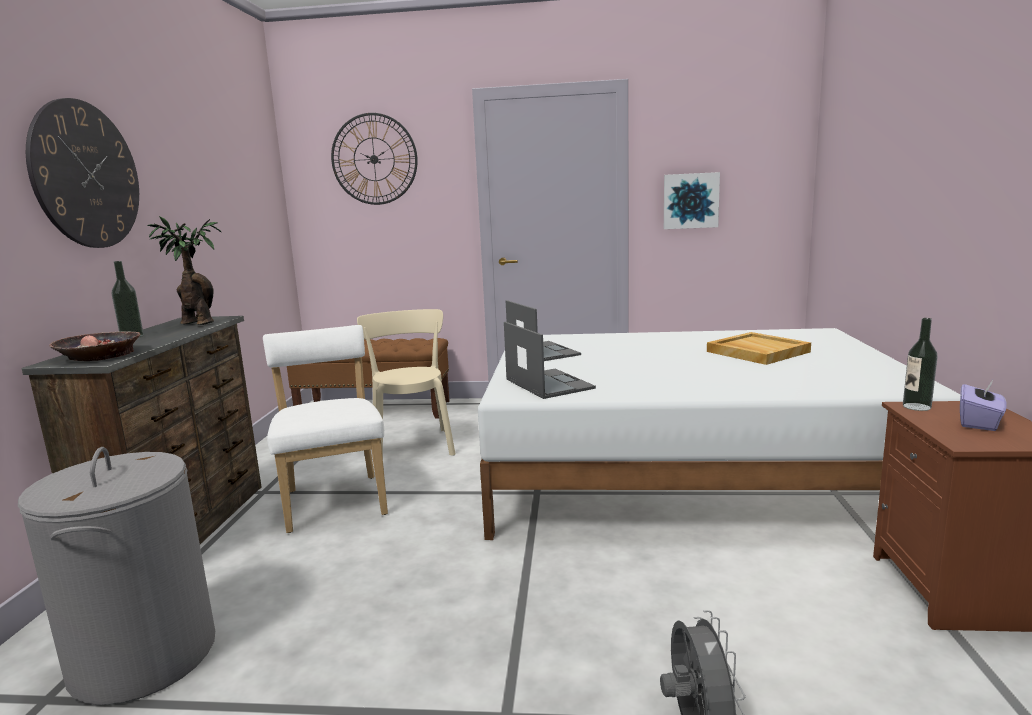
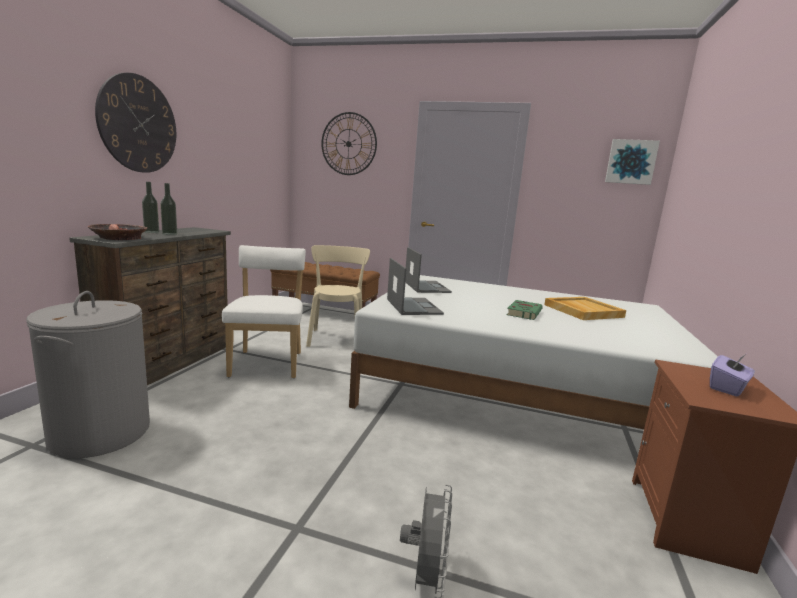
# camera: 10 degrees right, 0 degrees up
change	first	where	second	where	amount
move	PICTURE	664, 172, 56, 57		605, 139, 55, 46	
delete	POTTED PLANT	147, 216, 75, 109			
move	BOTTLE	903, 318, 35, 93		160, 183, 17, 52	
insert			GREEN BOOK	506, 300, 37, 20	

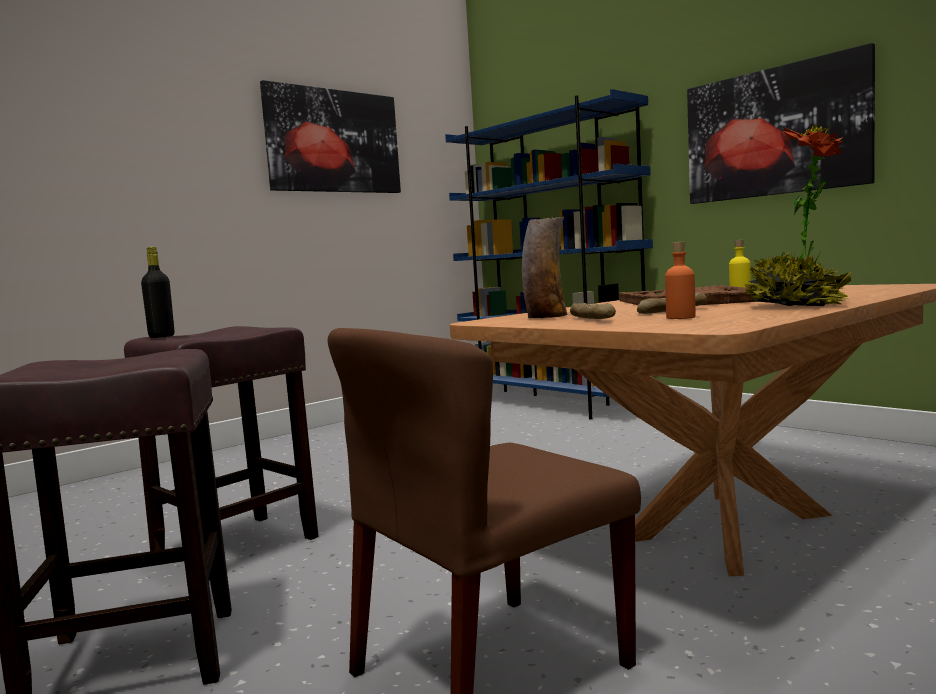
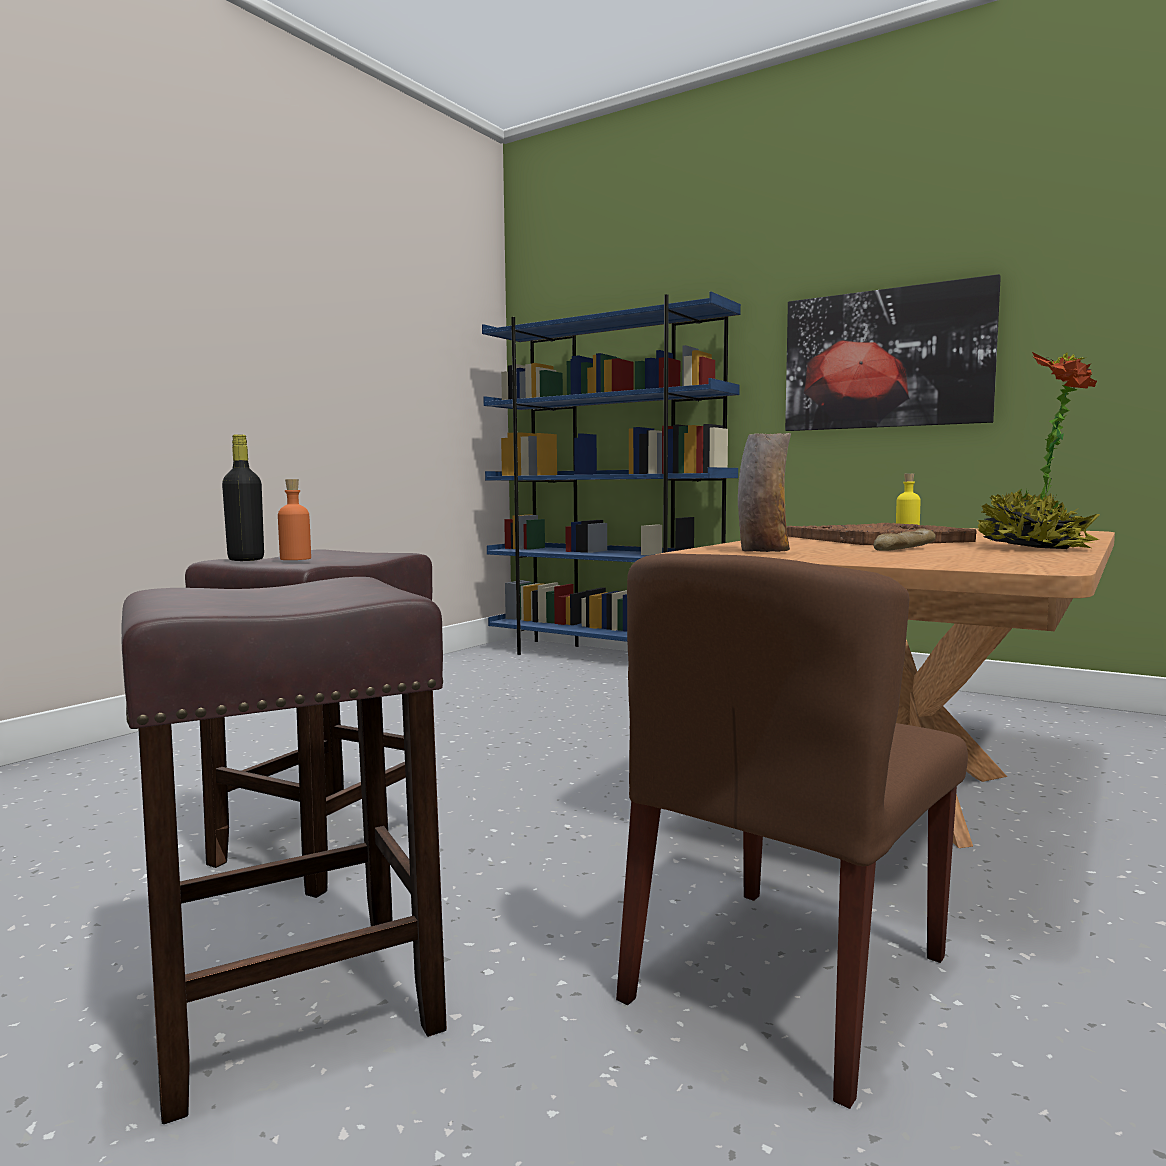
# camera: 15 degrees left, 0 degrees up
change	first	where	second	where	amount
delete	PICTURE	260, 80, 141, 113			
move	ORANGE BOTTLE	665, 242, 31, 77		278, 479, 33, 81	
delete	BREAD	570, 303, 46, 16			

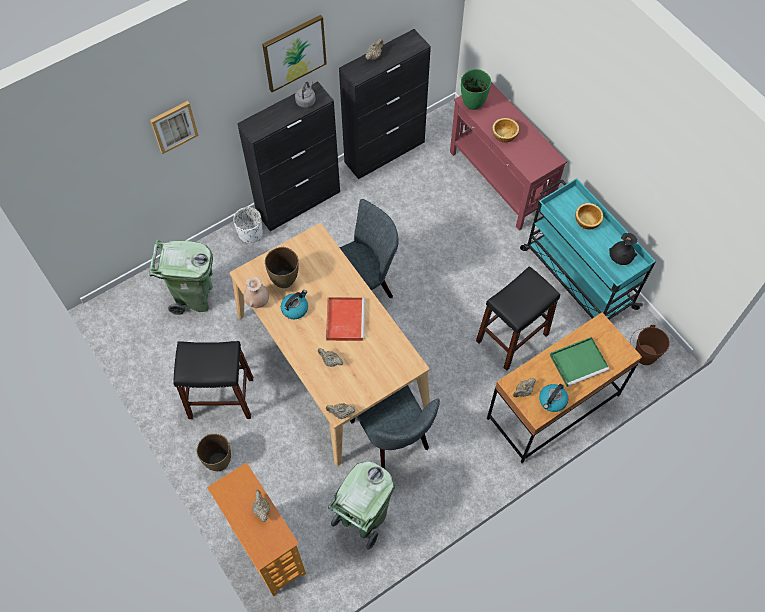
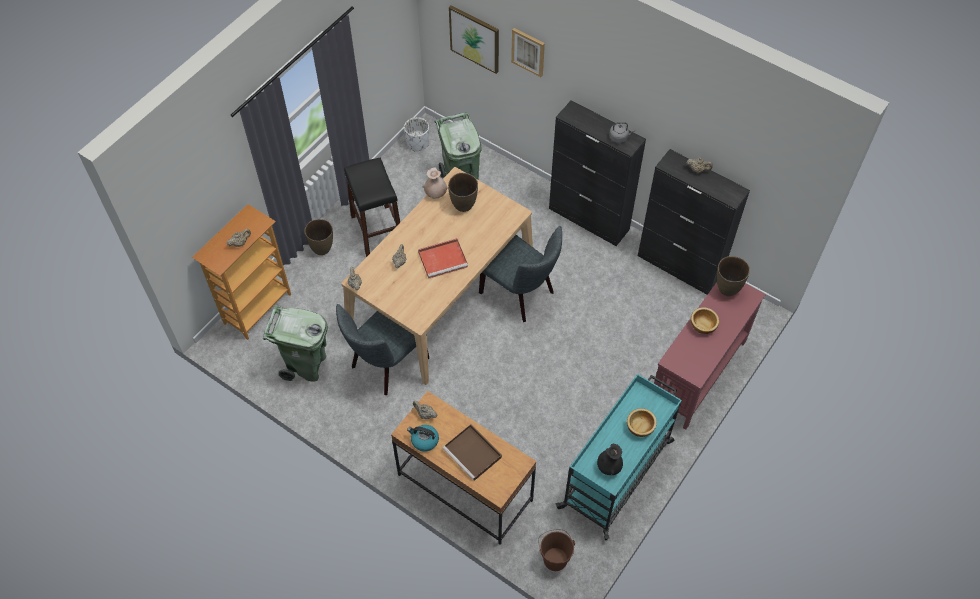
# camera: 70 degrees right, 5 degrees down
change	first	where	second	where	amount
move	PICTURE	262, 15, 65, 77		449, 5, 50, 69	
recolor	GREEN VASE	461, 69, 30, 41	BROWN VASE	717, 256, 33, 40	
move	WHITE PLANTER	233, 207, 30, 36		404, 117, 25, 35	
delete	BLACK STOOL	476, 266, 84, 105			
delete	KETTLE	281, 290, 27, 29			
recolor	GREEN TRAY	550, 337, 60, 50	BROWN TRAY	442, 424, 60, 57	

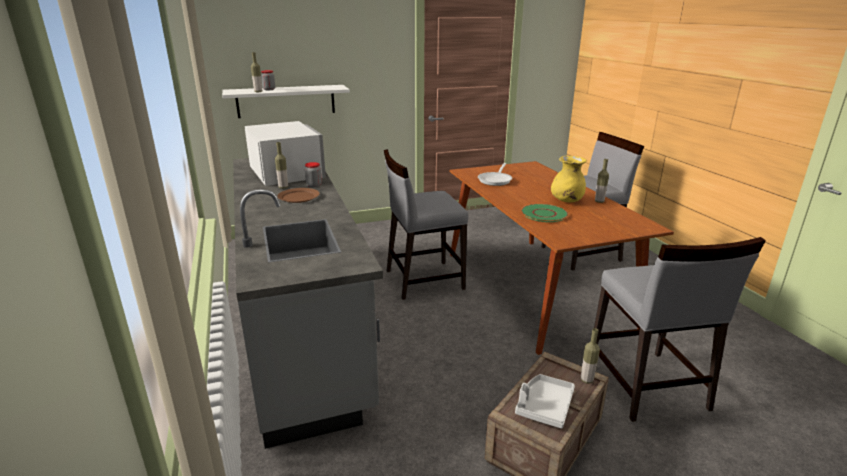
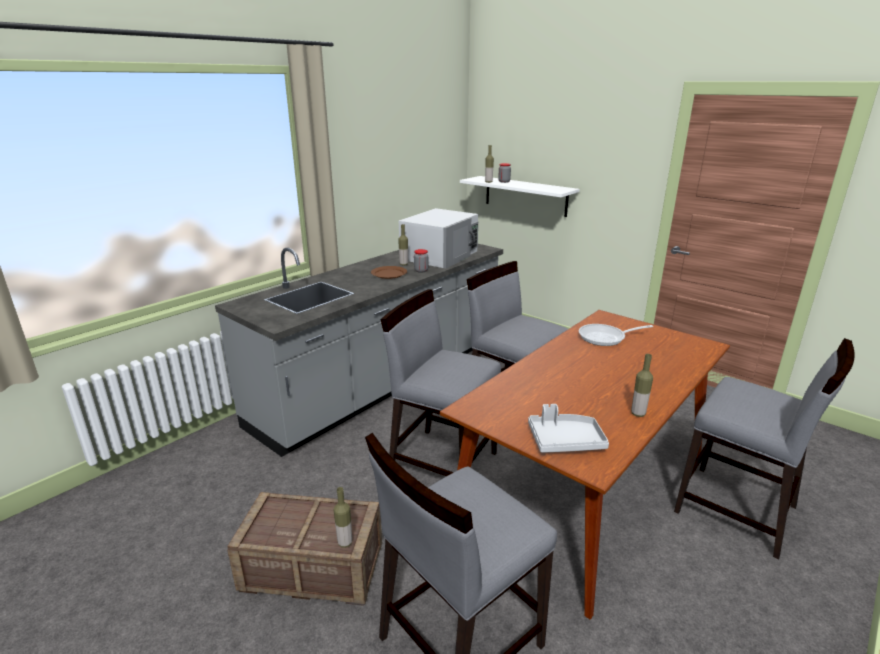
# camera: 60 degrees right, 0 degrees up
change	first	where	second	where	amount
delete	YELLOW VASE	551, 156, 36, 46			
delete	GREEN PLATE	521, 204, 48, 18			
move	GREY TRAY	515, 374, 60, 55		528, 404, 81, 49	
insert			GREY CHAIR	381, 289, 120, 187	

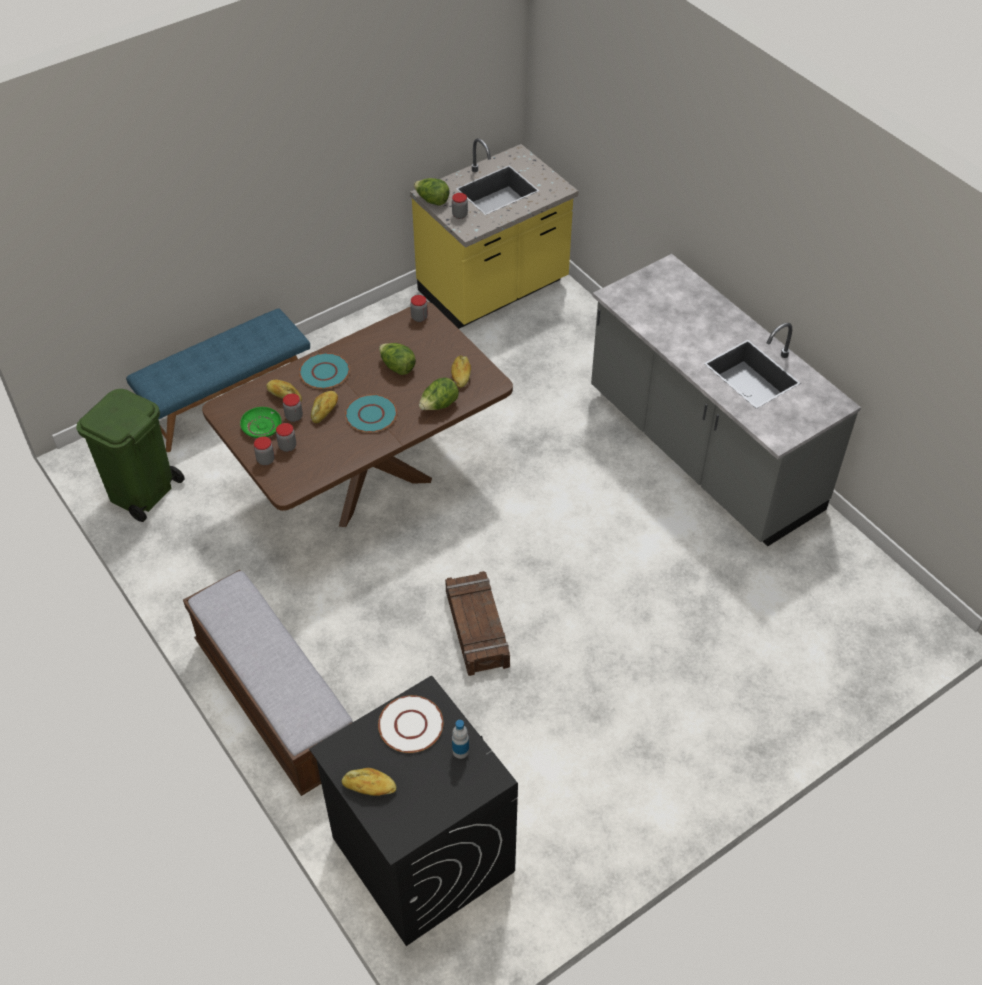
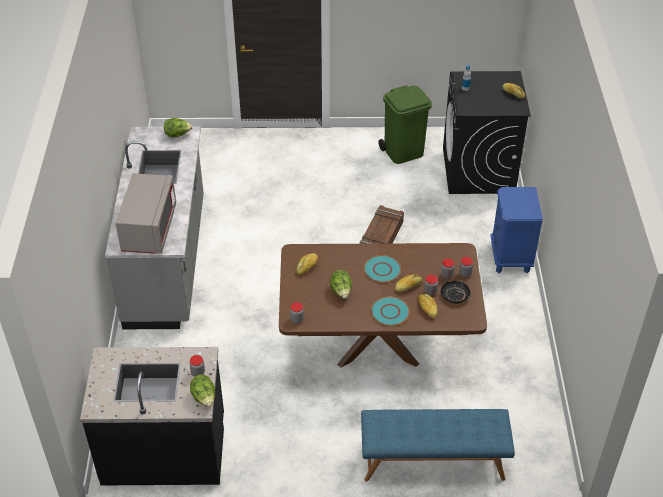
# camera: 145 degrees left, 5 degrees down
change	first	where	second	where	amount
recolor	YELLOW COUNTER	410, 138, 169, 191	BLACK COUNTER	80, 347, 144, 138	
move	LETTUCE	419, 378, 40, 32		164, 118, 29, 19	
move	GREEN TRASH CAN	76, 389, 109, 133		379, 86, 53, 78	
recolor	GREEN PLATE	240, 407, 42, 31	BLACK PLATE	441, 281, 29, 22	
replace	BENCH	183, 570, 170, 226	BLUE NIGHTSTAND	491, 187, 52, 86	
delete	WHITE PLATE	378, 695, 65, 58			
insert			GREY MICROWAVE	115, 173, 61, 81	

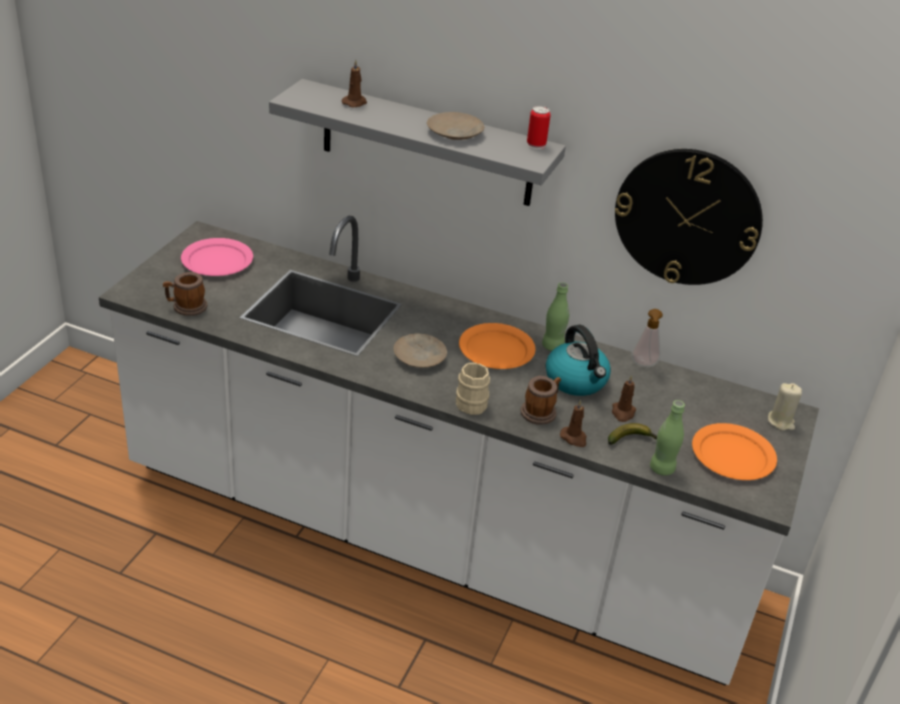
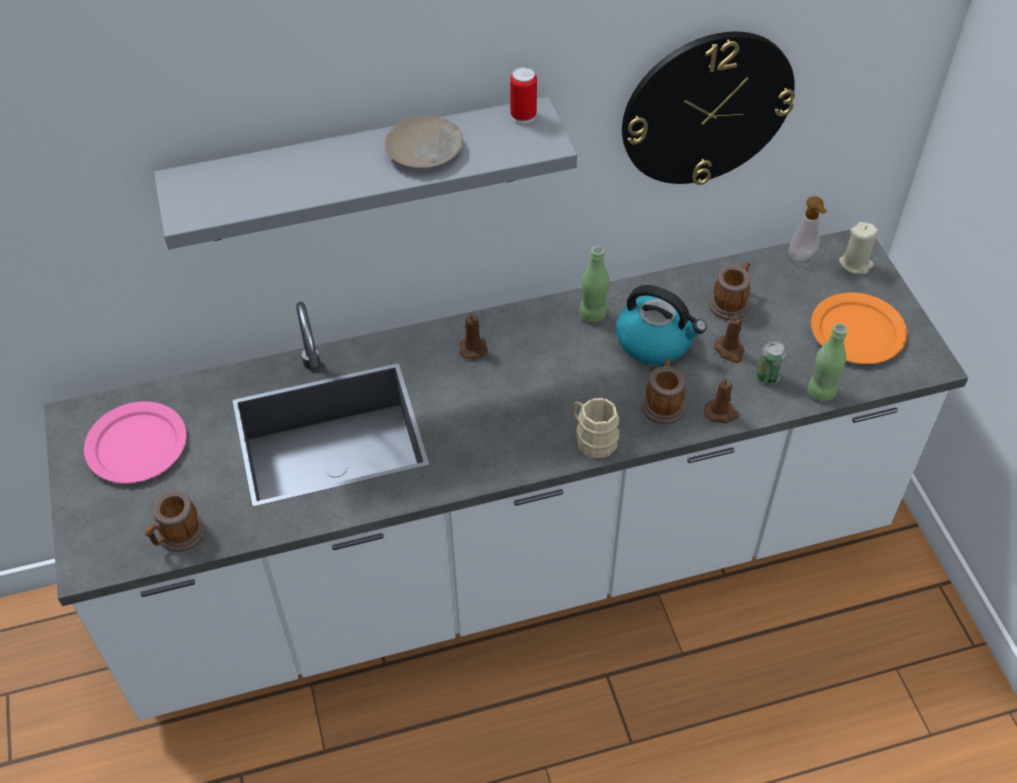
# camera: 35 degrees left, 15 degrees up
change	first	where	second	where	amount
move	BROWN CANDLE	342, 60, 25, 48		459, 311, 28, 48	
move	SOAP DISPENSER	631, 309, 32, 58		789, 196, 38, 65	
delete	ORANGE PLATE	459, 323, 76, 46			
delete	BEIGE PLATE	394, 333, 53, 35			
replace	BANANA	608, 423, 49, 22	CAN	757, 341, 29, 43	
insert			MUG	709, 262, 42, 58	

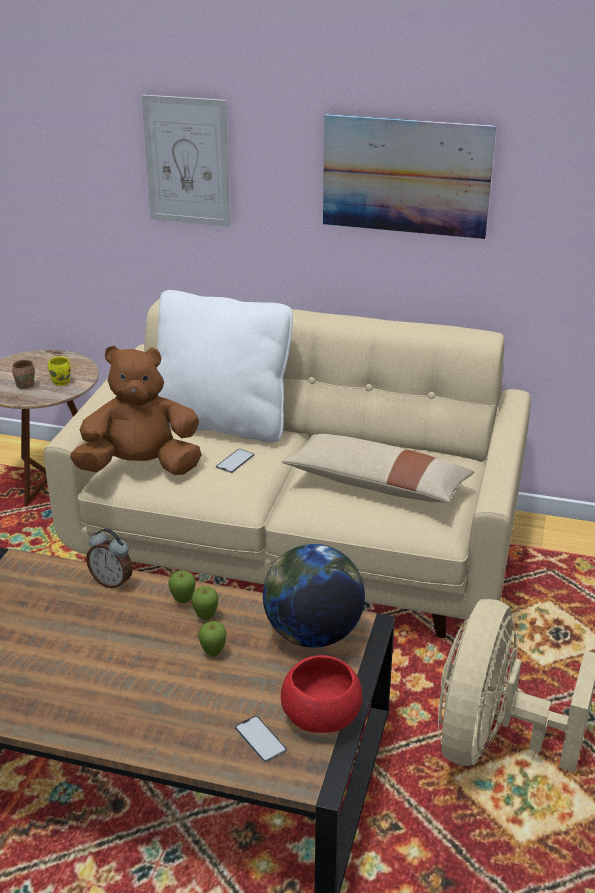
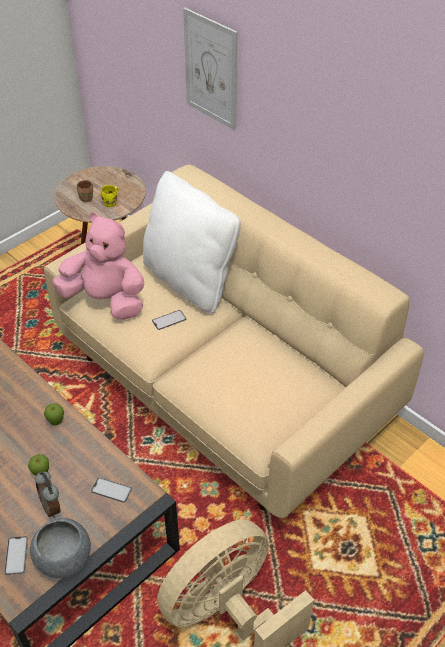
# camera: 30 degrees right, 15 degrees up
change	first	where	second	where	amount
delete	PICTURE	323, 114, 173, 125			
recolor	BROWN PLUSH TOY	70, 346, 132, 129	PINK PLUSH TOY	52, 213, 93, 107	
delete	BEIGE PILLOW	281, 434, 194, 69			
move	ALARM CLOCK	86, 528, 47, 61		35, 471, 25, 46	
replace	GLOBE	263, 544, 102, 104	PHONE	91, 477, 41, 26	
delete	APPLE	191, 586, 27, 34			
recolor	RED BOWL	281, 655, 82, 78	GREY BOWL	30, 518, 61, 60	

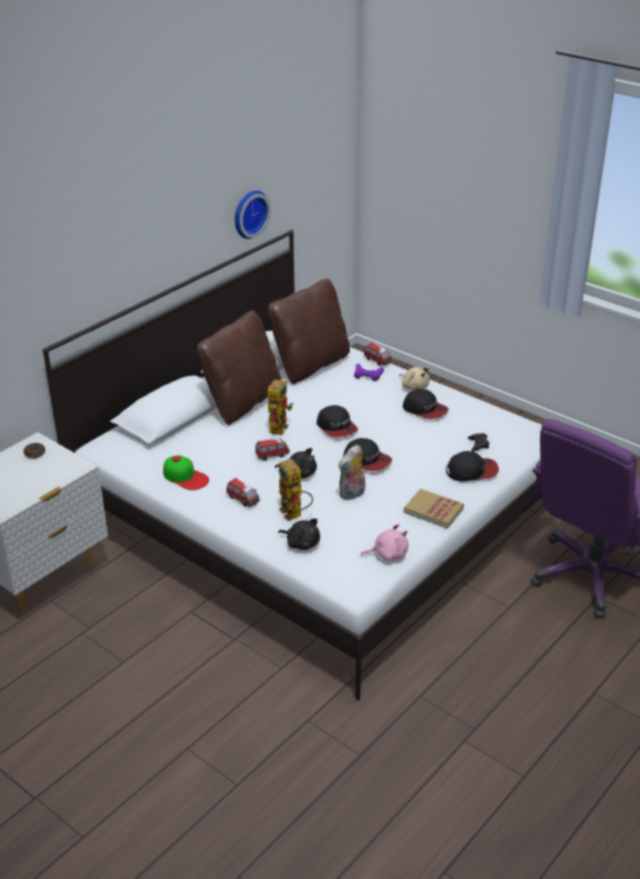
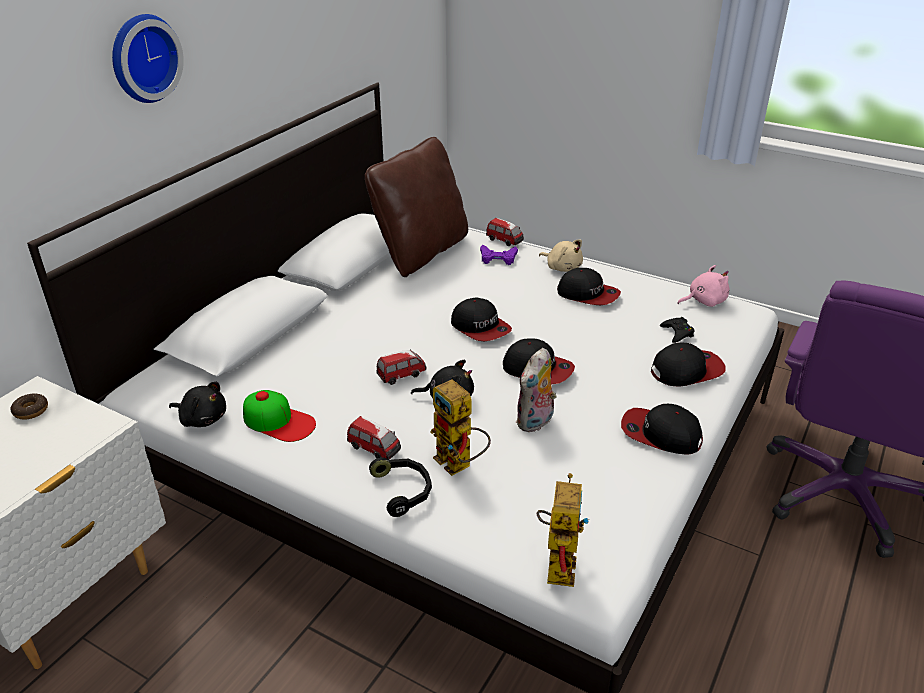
# camera: 10 degrees left, 0 degrees up
change	first	where	second	where	amount
move	WALL CLOCK	235, 190, 36, 49		112, 14, 72, 89	
delete	BROWN PILLOW	197, 310, 84, 115			
move	TOY ROBOT	268, 376, 25, 59		537, 473, 52, 114	
replace	BOOK	403, 489, 61, 40	CAP	621, 404, 82, 50	
move	BLACK PLUSH TOY	278, 519, 42, 31		169, 382, 57, 45	
move	PINK PLUSH TOY	361, 524, 47, 37		677, 265, 52, 42	
insert			BLACK HEADPHONES	369, 457, 63, 60	

